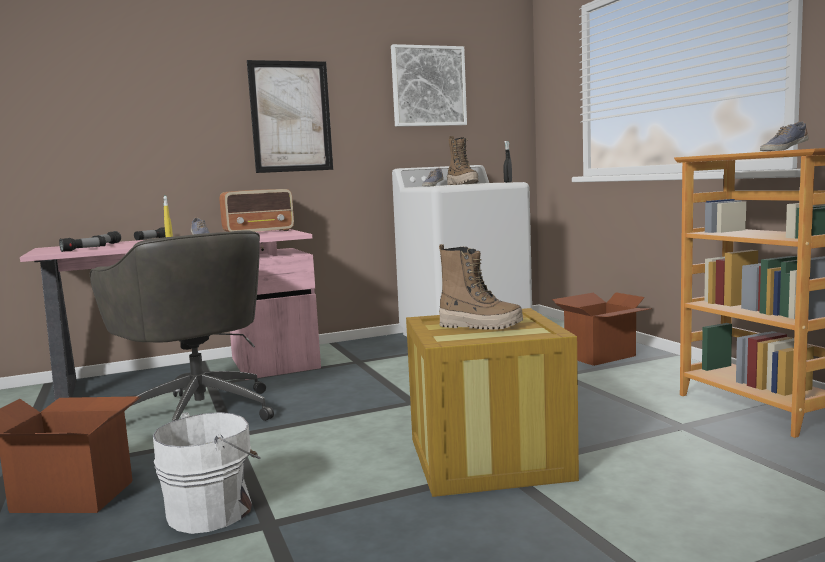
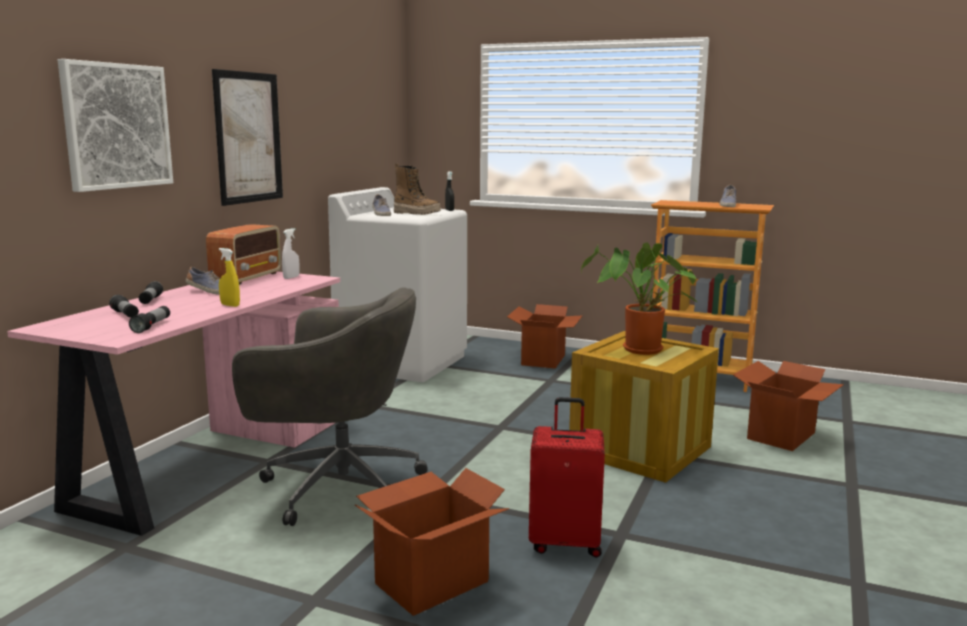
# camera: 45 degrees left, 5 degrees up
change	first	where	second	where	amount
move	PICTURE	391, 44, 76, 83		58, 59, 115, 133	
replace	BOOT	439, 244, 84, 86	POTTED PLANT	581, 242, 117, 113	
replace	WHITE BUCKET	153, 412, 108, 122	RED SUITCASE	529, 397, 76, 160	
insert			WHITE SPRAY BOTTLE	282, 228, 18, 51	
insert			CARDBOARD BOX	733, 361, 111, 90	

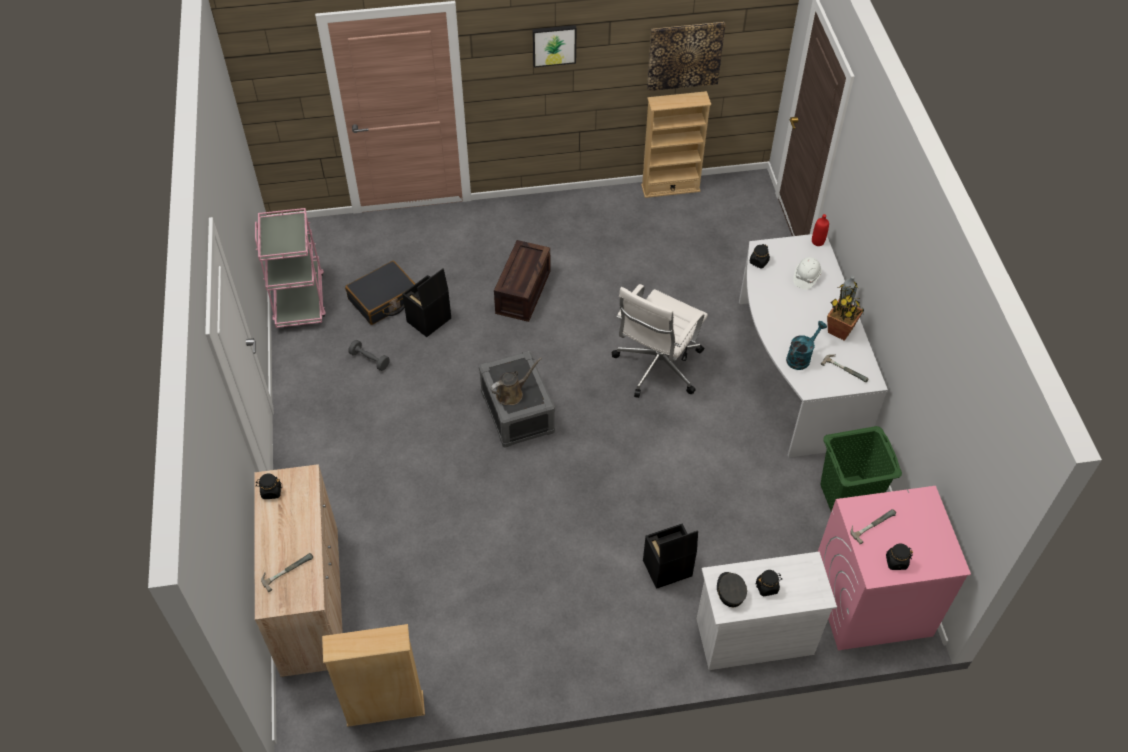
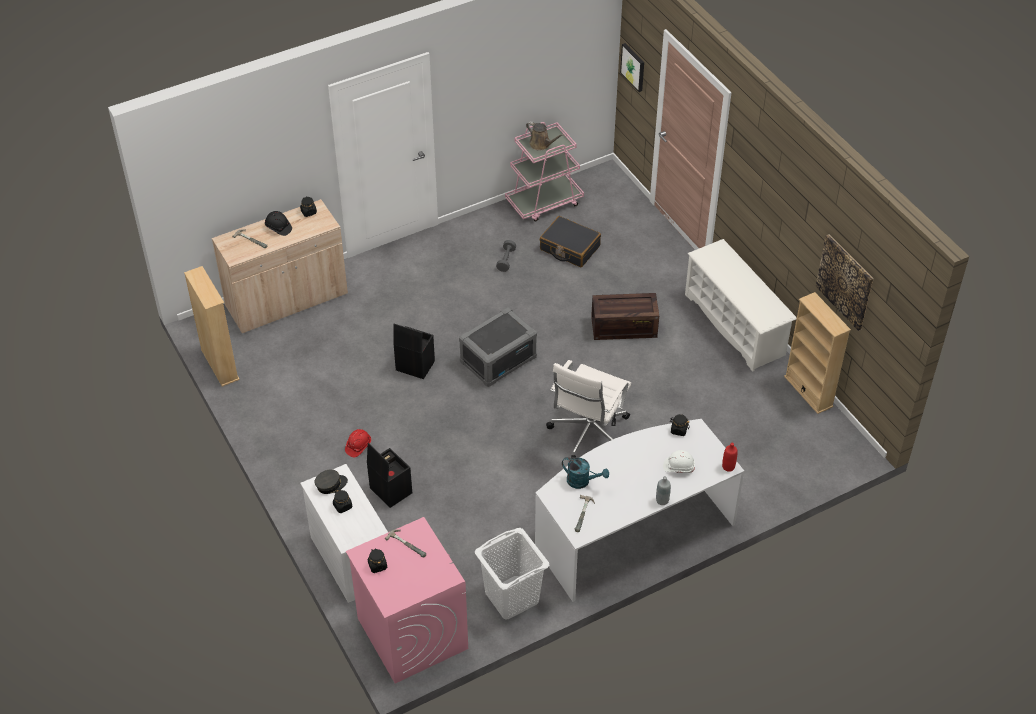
# camera: 70 degrees right, 5 degrees down
change	first	where	second	where	amount
move	PICTURE	532, 25, 45, 43		620, 43, 24, 49	
move	BLACK STORAGE BOX	402, 268, 49, 69		394, 324, 41, 55	
delete	POTTED PLANT	827, 282, 37, 59			
rotate	WHITE OFFICE CHAIR	612, 284, 96, 114		546, 360, 85, 99	75 degrees counterclockwise
move	BROWN WATERING CAN	490, 358, 52, 47		526, 121, 38, 30	
recolor	GREEN LAUNDRY BASKET	820, 426, 82, 85	WHITE LAUNDRY BASKET	475, 528, 74, 91	
insert			BLACK HARD HAT	265, 211, 27, 25	
insert			WHITE SHOE RACK	685, 239, 112, 133	
insert			RED HARD HAT	345, 429, 26, 28	

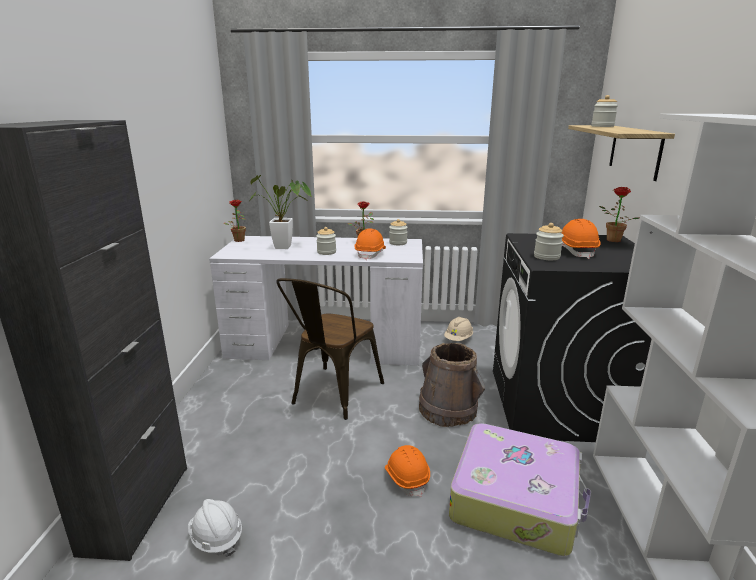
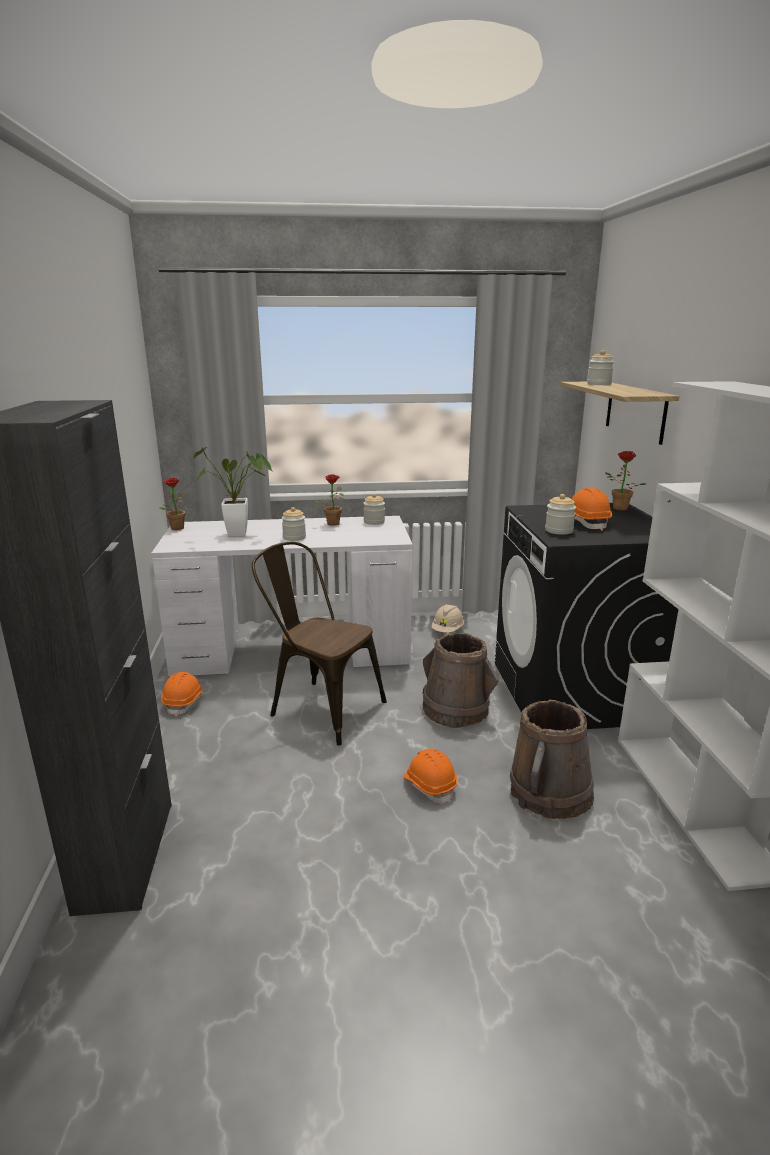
# camera: 10 degrees left, 0 degrees up
change	first	where	second	where	amount
move	ORANGE HARD HAT	354, 229, 32, 31		161, 672, 43, 45	
rotate	BROWN CHAIR	276, 278, 108, 142		252, 542, 135, 204	105 degrees clockwise
replace	SUITCASE	449, 424, 142, 132	BROWN BUCKET	510, 700, 84, 119	
delete	WHITE HARD HAT	188, 499, 54, 58			

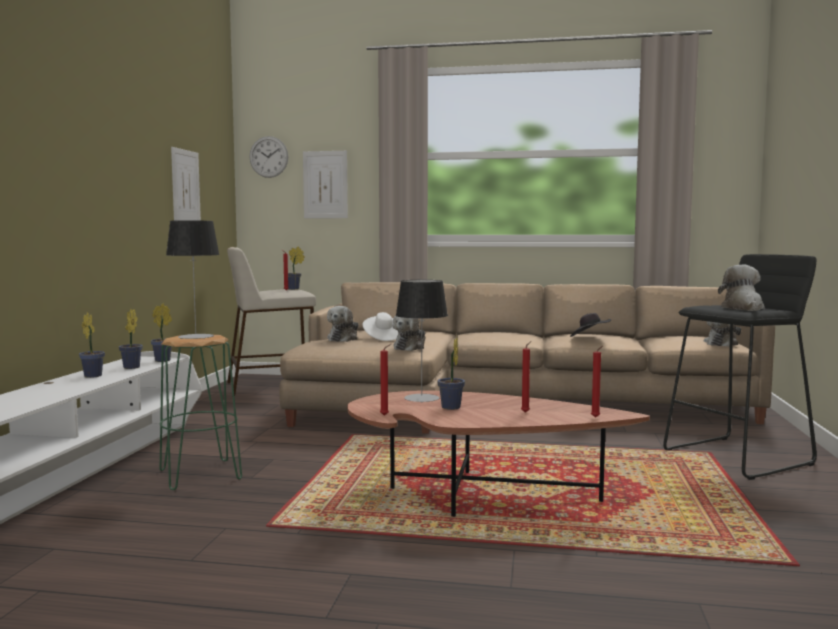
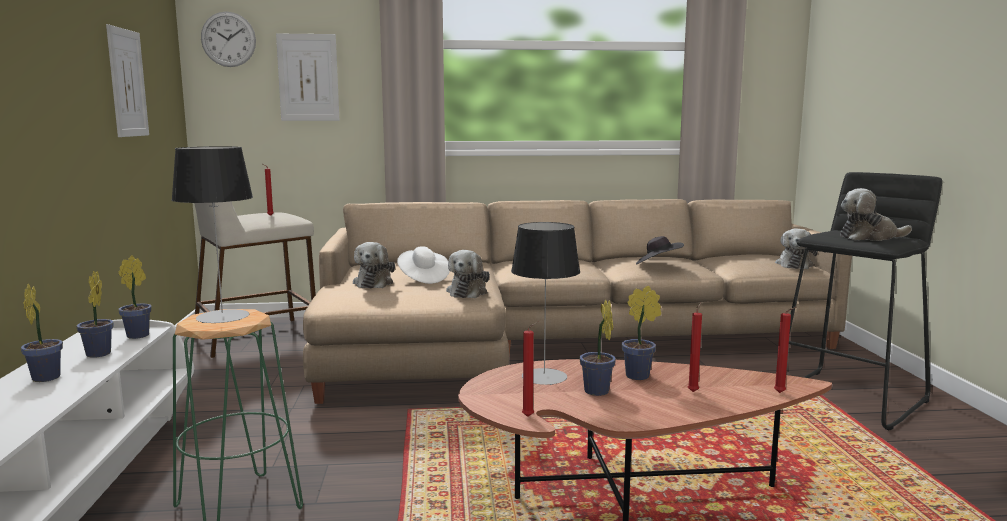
# camera: 15 degrees left, 5 degrees up
change	first	where	second	where	amount
move	POTTED PLANT	288, 247, 17, 43		621, 286, 40, 94	
rotate	PLUSH TOY	718, 265, 47, 46		840, 188, 72, 53	90 degrees counterclockwise

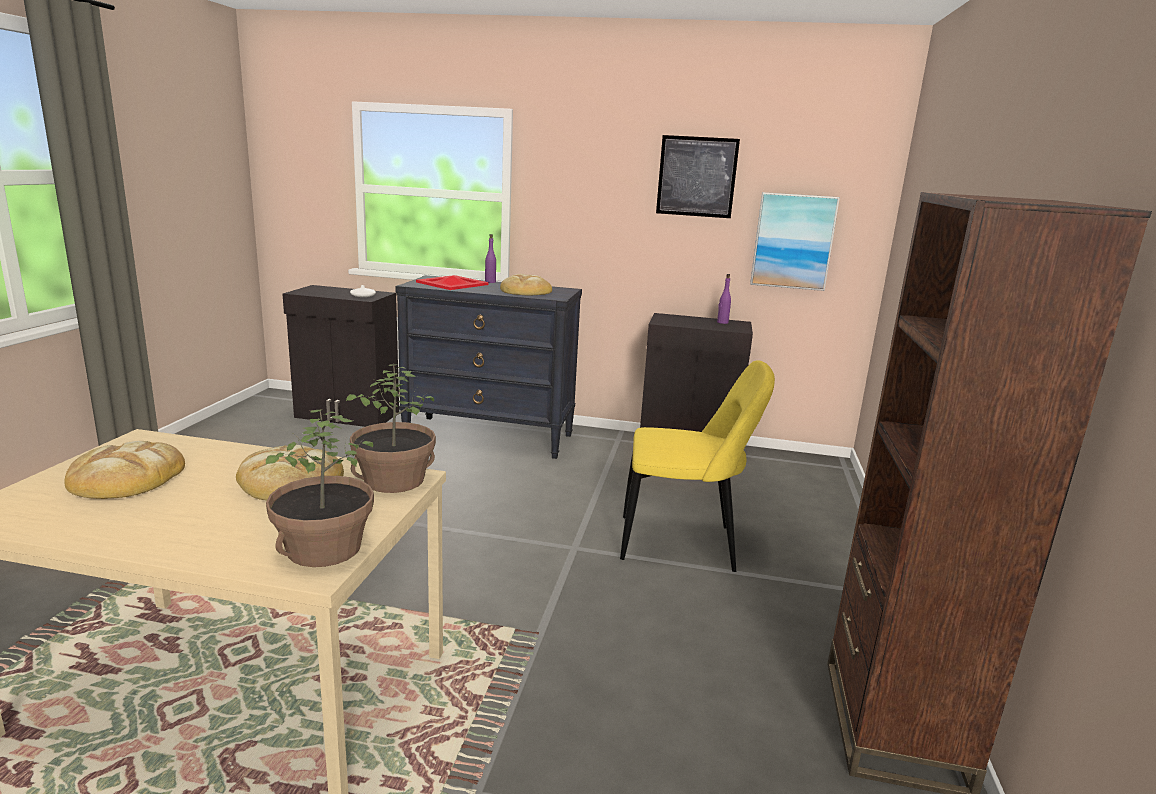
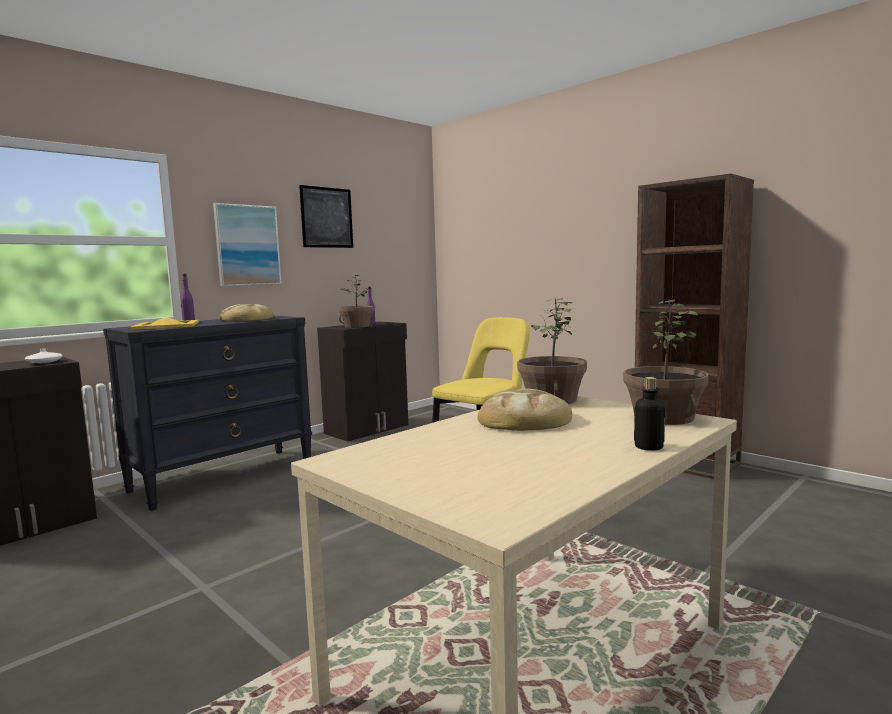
# camera: 55 degrees left, 10 degrees down
change	first	where	second	where	amount
move	PICTURE	750, 192, 90, 99		213, 203, 69, 83	
recolor	RED TRAY	416, 275, 73, 15	YELLOW TRAY	130, 317, 69, 13	
delete	BREAD	64, 441, 121, 58			
insert			POTTED PLANT	338, 275, 37, 53	
insert			BOTTLE	634, 377, 31, 74	

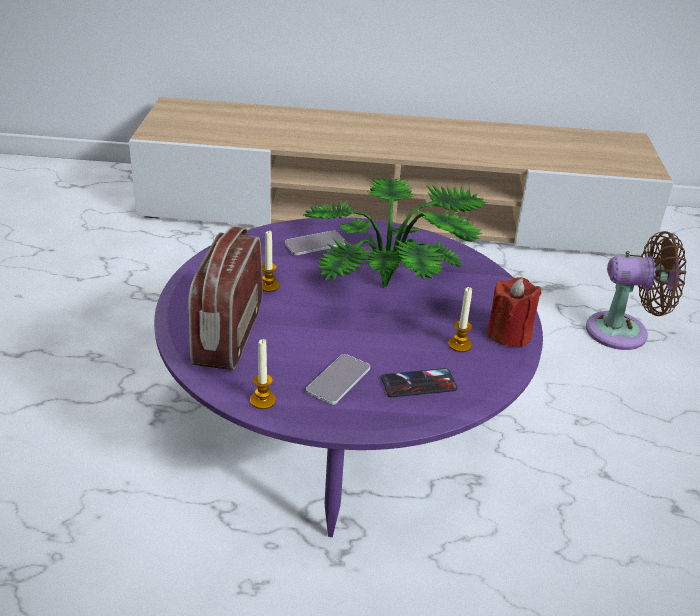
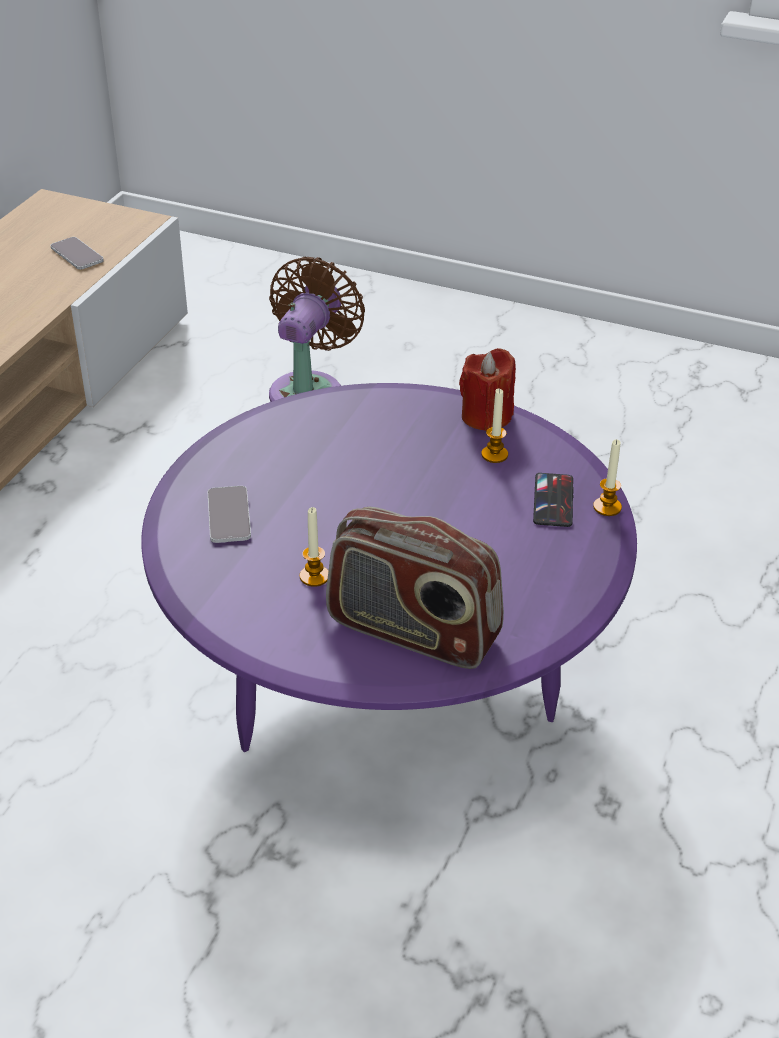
# camera: 70 degrees left, 5 degrees up
change	first	where	second	where	amount
delete	POTTED PLANT	303, 178, 184, 110			
move	CANDLE	250, 339, 26, 70		593, 439, 29, 77	
move	PHONE	306, 354, 64, 51		50, 237, 54, 33	

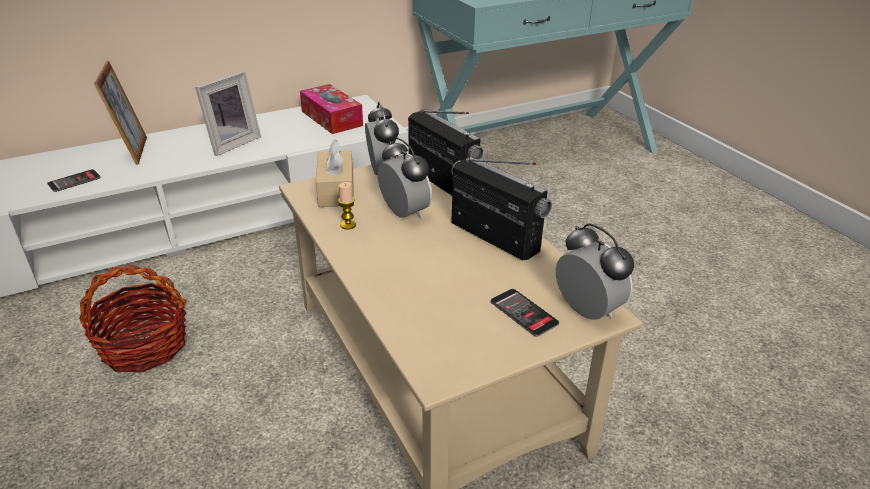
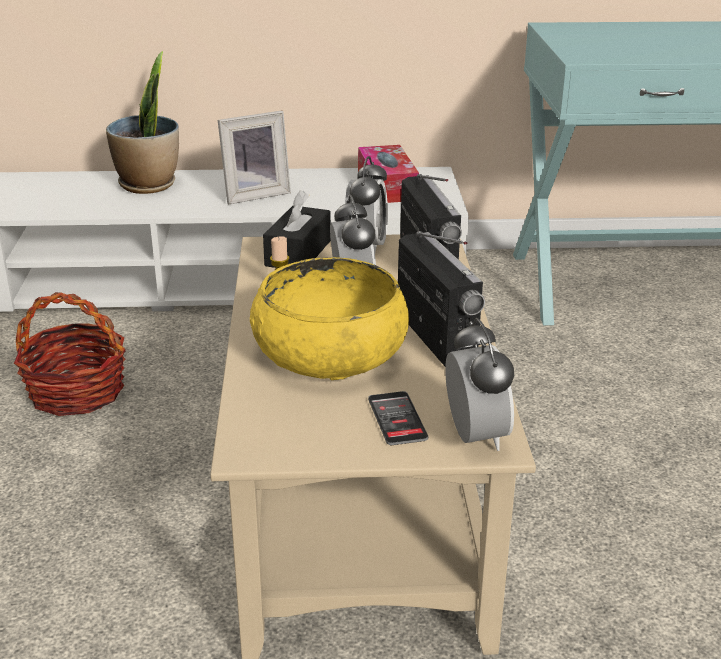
# camera: 25 degrees right, 5 degrees down
change	first	where	second	where	amount
replace	PICTURE FRAME	94, 61, 53, 104	POTTED PLANT	106, 51, 73, 143	
recolor	BEIGE TISSUE BOX	316, 139, 38, 68	BLACK TISSUE BOX	263, 191, 68, 77	
delete	PHONE	47, 169, 53, 23			
insert			YELLOW BOWL	250, 257, 159, 123	

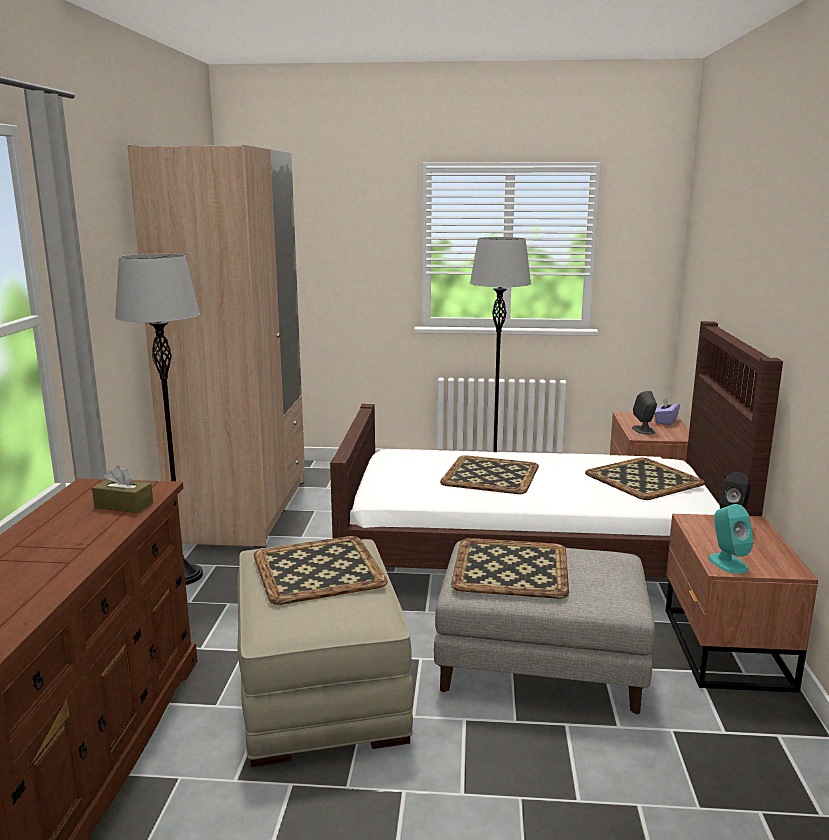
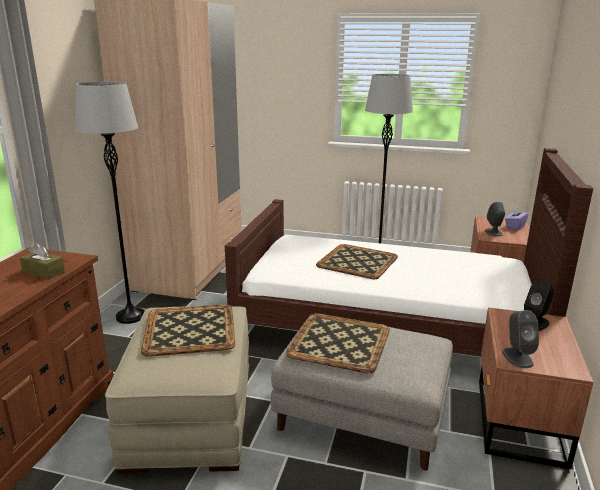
# camera: 10 degrees right, 5 degrees up
change	first	where	second	where	amount
delete	TRAY	585, 457, 120, 43			
recolor	TURQUOISE SPEAKER	708, 504, 46, 69	GREY SPEAKER	502, 310, 37, 58	

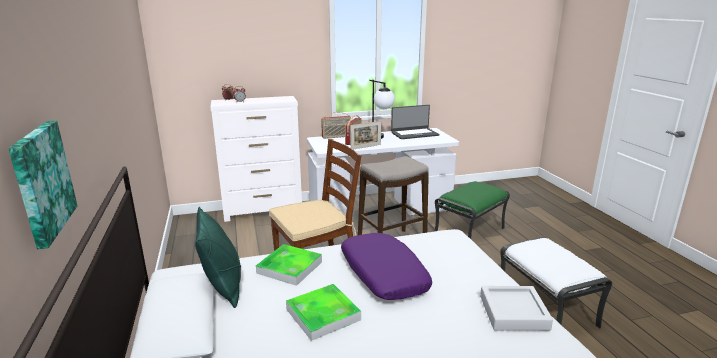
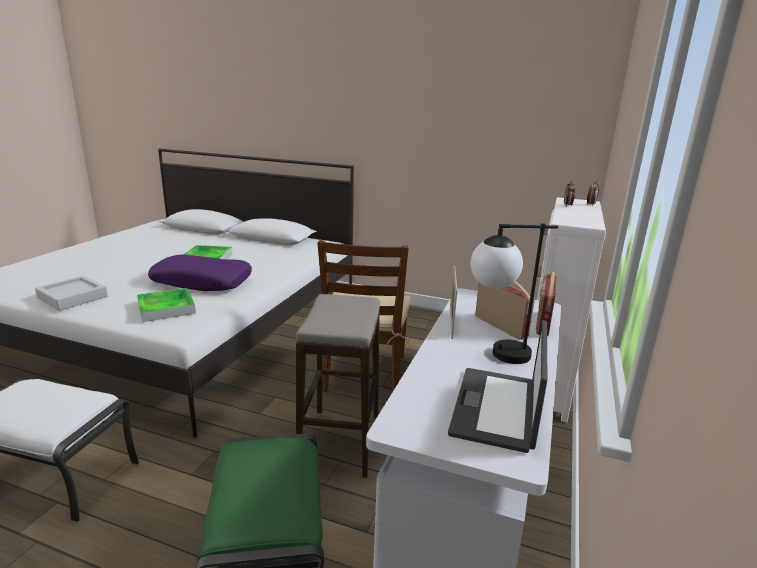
# camera: 125 degrees right, 0 degrees up
change	first	where	second	where	amount
delete	PICTURE	8, 120, 69, 129			
delete	GREEN PILLOW	195, 207, 46, 101			
move	TRAY	256, 244, 66, 42		137, 288, 59, 34	

